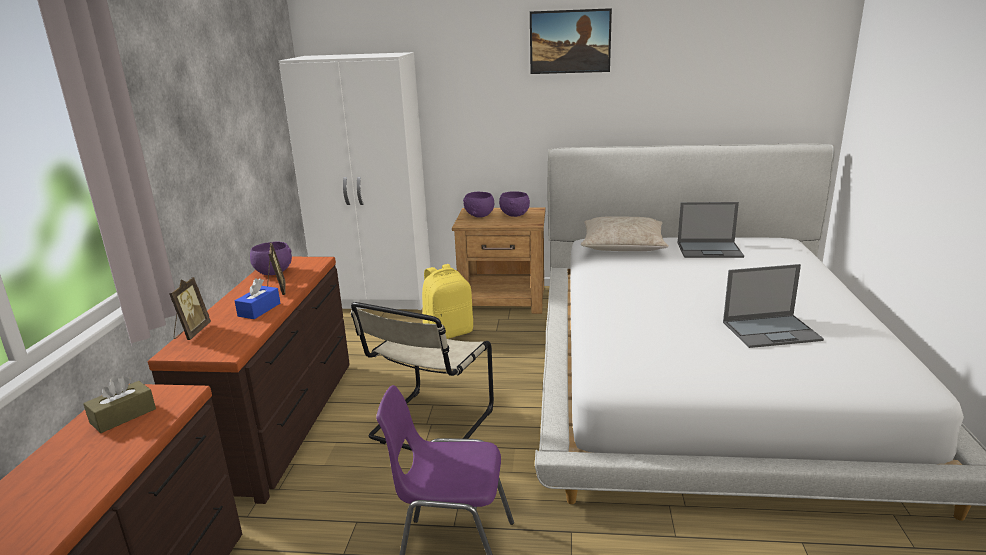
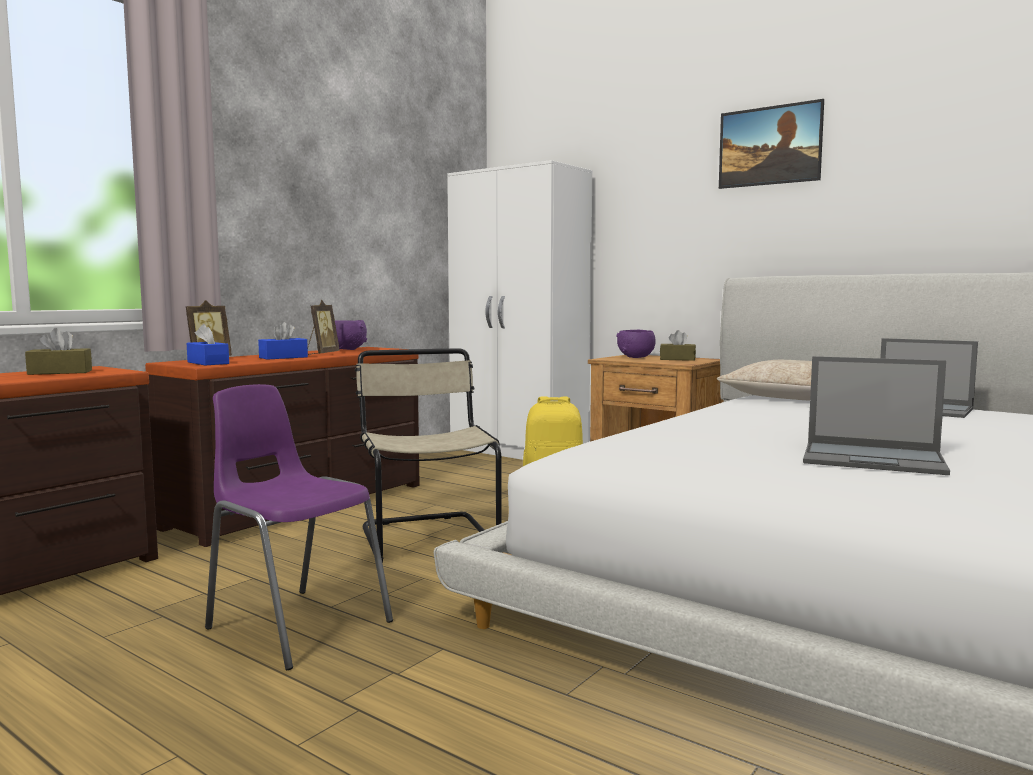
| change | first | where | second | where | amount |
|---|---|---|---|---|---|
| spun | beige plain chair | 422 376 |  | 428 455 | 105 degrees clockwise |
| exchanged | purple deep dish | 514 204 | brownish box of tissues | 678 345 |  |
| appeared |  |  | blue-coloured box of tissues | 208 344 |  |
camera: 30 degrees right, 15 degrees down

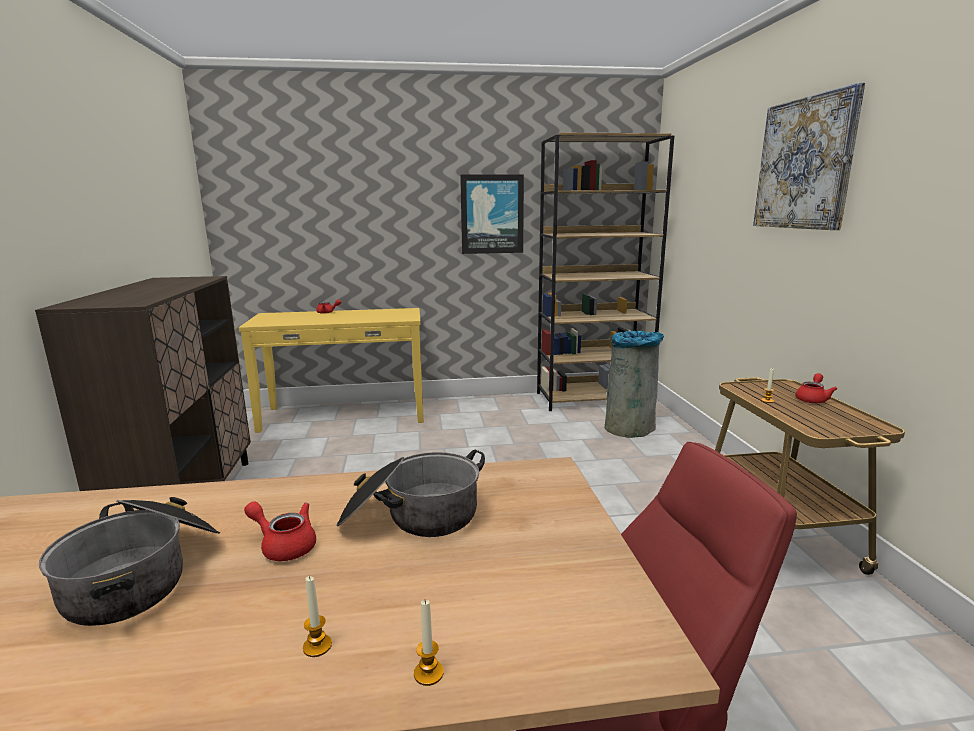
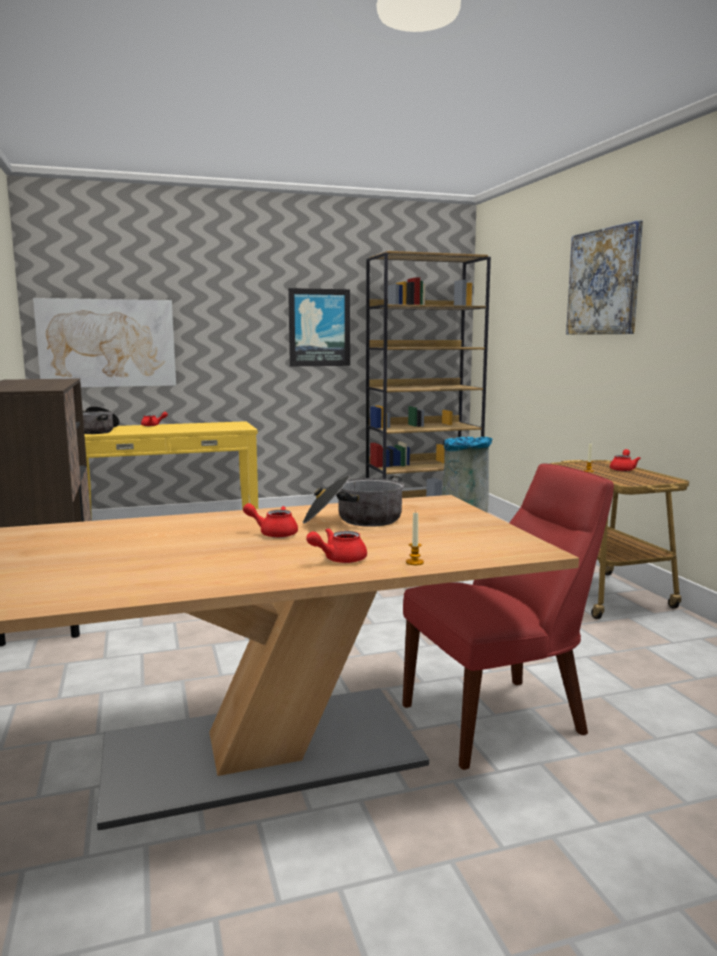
| change | first | where | second | where | amount |
|---|---|---|---|---|---|
| relocated | saucepot | 129 561 |  | 101 420 |  |
| exchanged | candle | 317 616 | red teapot | 336 545 |  |
| appeared |  |  | wall picture | 104 342 |  |
camera: 10 degrees left, 5 degrees down

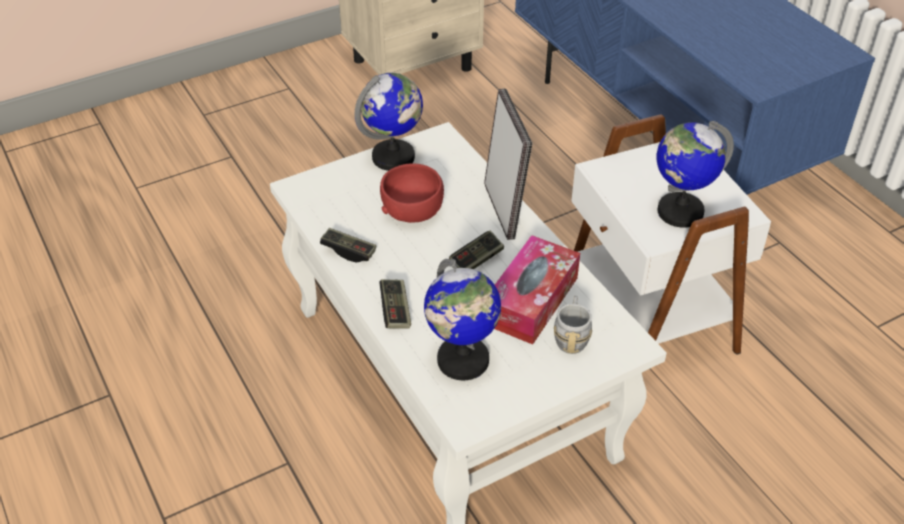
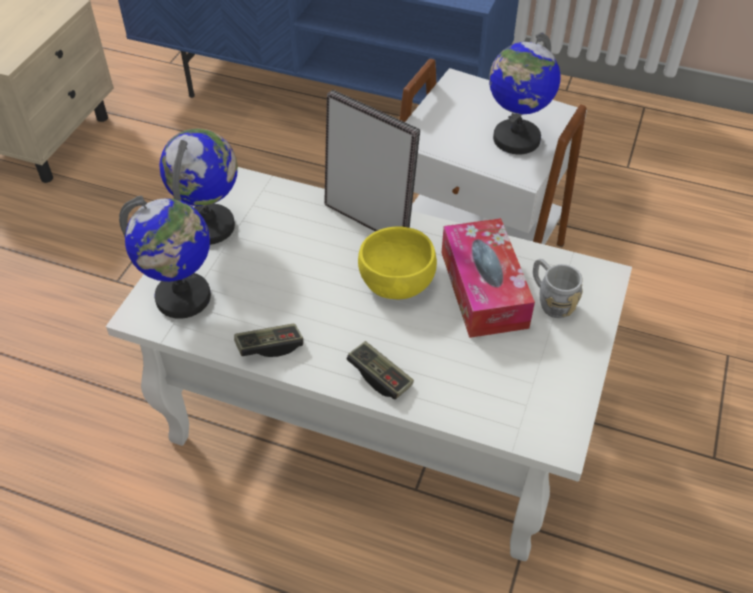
| change | first | where | second | where | amount |
|---|---|---|---|---|---|
| missing | red deep dish | 412 193 |  |  |  |
| relocated | desk globe | 462 319 |  | 165 257 |  |
| exchanged | game controller | 476 250 | yellow deep dish | 397 262 |  |
camera: 40 degrees left, 5 degrees up

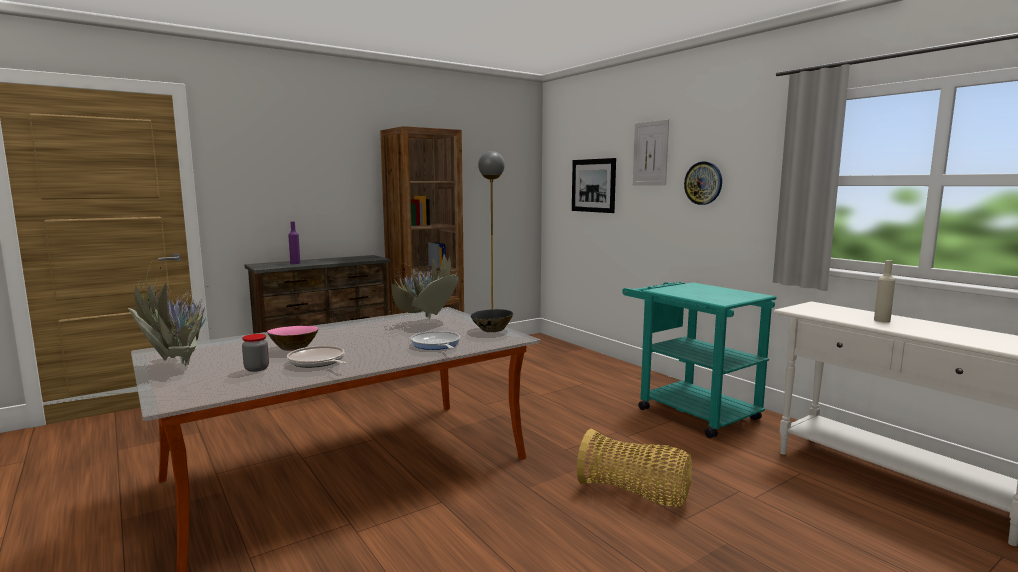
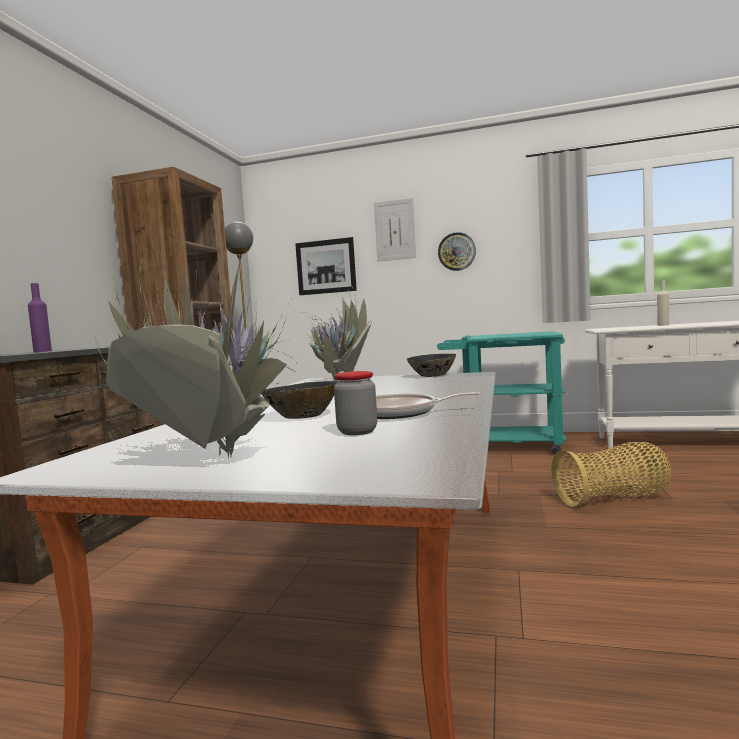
| change | first | where | second | where | amount |
|---|---|---|---|---|---|
| colour | pink-coloured deep dish | 293 338 | black deep dish | 299 400 |  |
| missing | pan | 435 340 |  |  |  |
camera: 40 degrees left, 5 degrees down

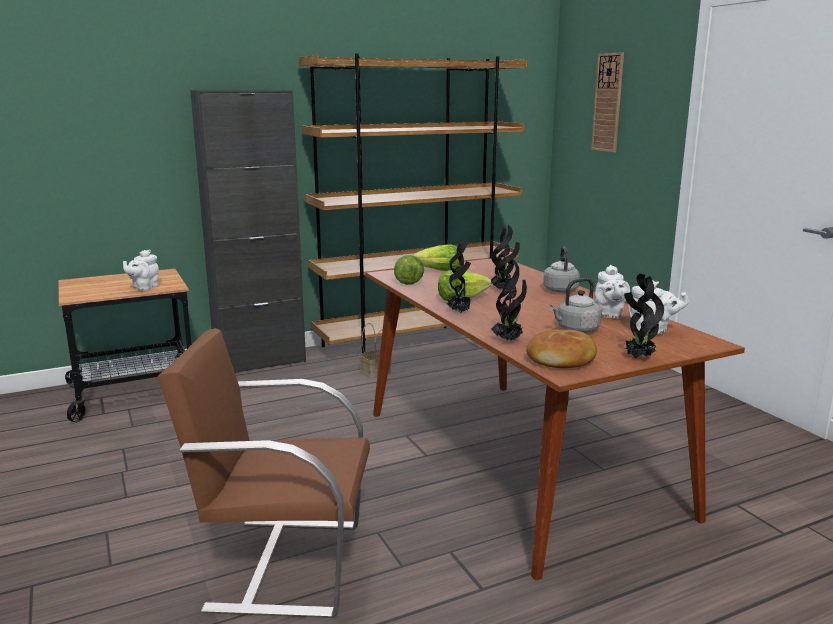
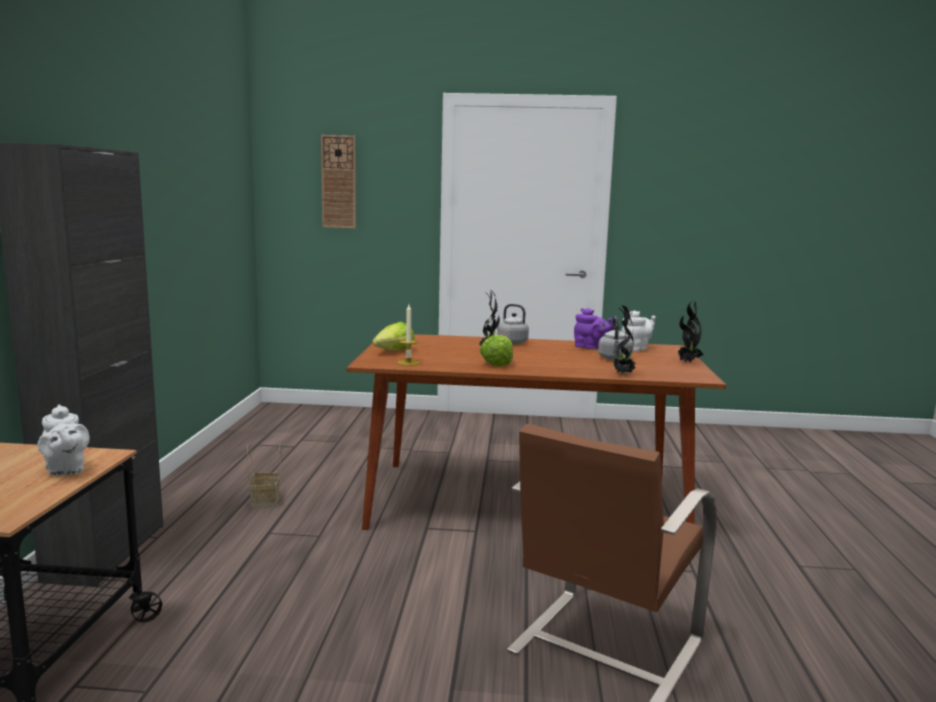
| change | first | where | second | where | amount |
|---|---|---|---|---|---|
| missing | brownish bookshelf | 413 203 |  |  |  |
| exchanged | lettuce head | 409 270 | candle | 408 335 |  |
| missing | houseplant | 460 277 |  |  |  |
| missing | baked bread | 561 348 |  |  |  |
| colour | white teapot | 612 292 | purple teapot | 593 328 |  |
camera: 60 degrees left, 5 degrees down

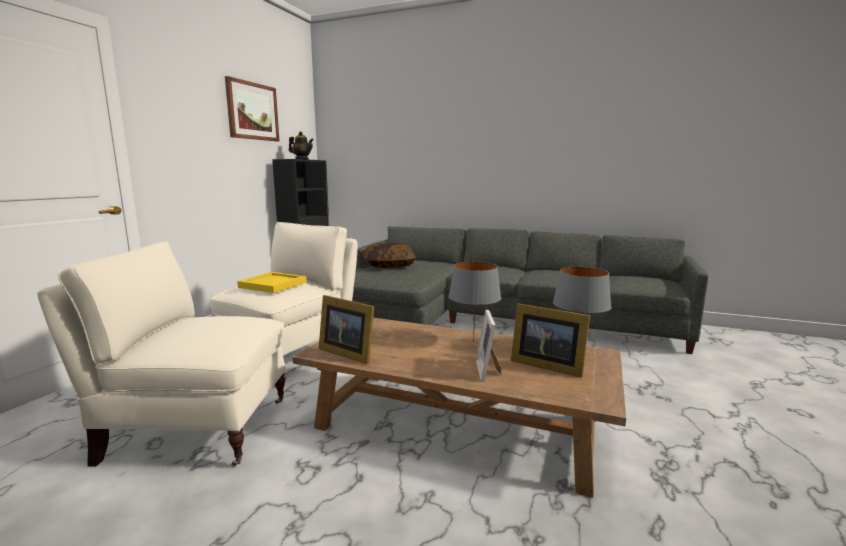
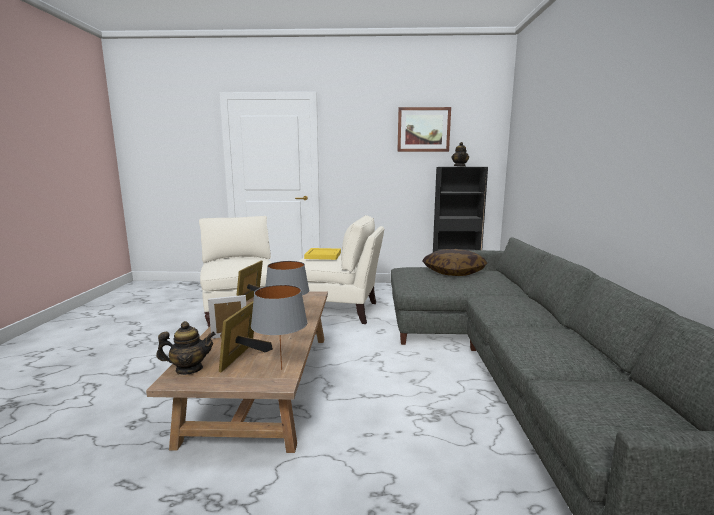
| change | first | where | second | where | amount |
|---|---|---|---|---|---|
| appeared |  |  | teapot | 186 348 |  |
camera: 70 degrees right, 0 degrees up

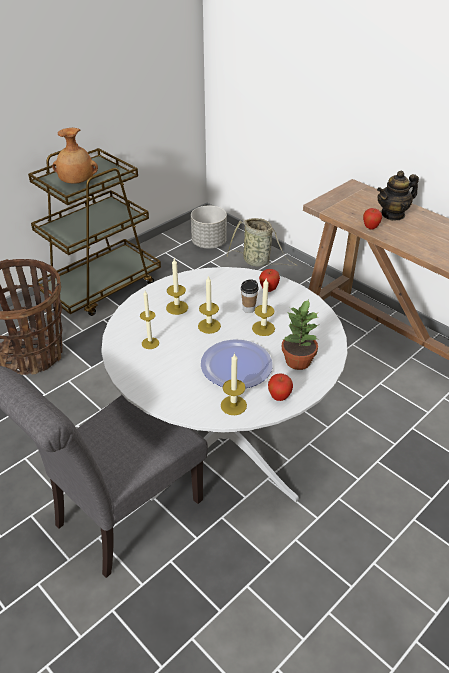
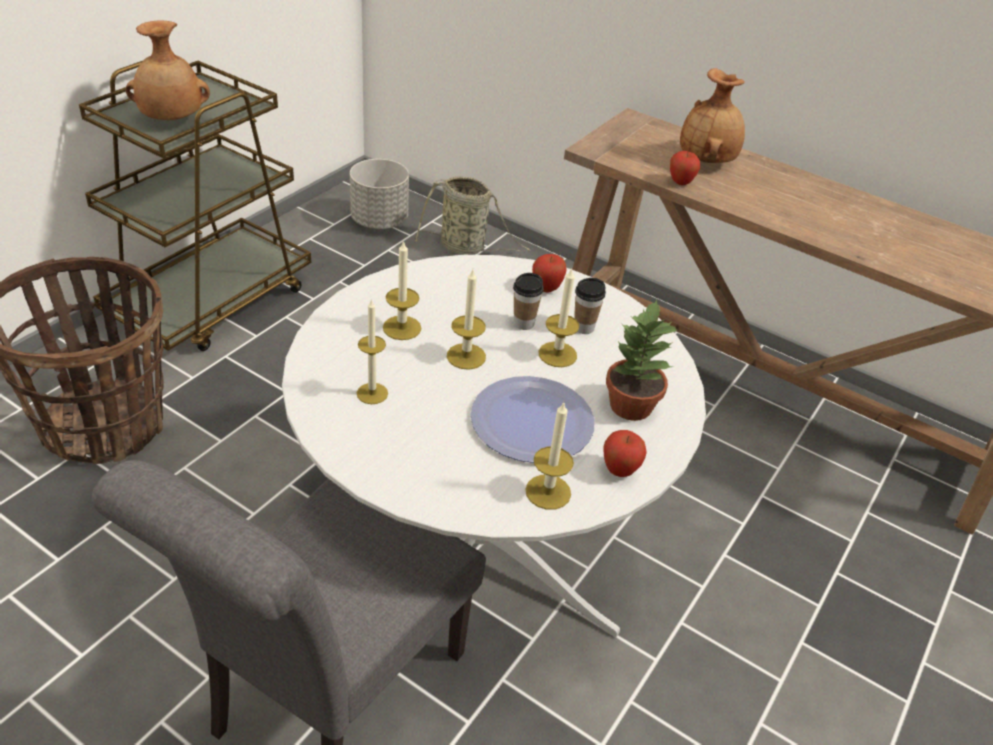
| change | first | where | second | where | amount |
|---|---|---|---|---|---|
| exchanged | teapot | 398 196 | brownish flower vase | 712 115 |  |
| appeared |  |  | small cup | 590 306 |  |
camera: 15 degrees left, 0 degrees up

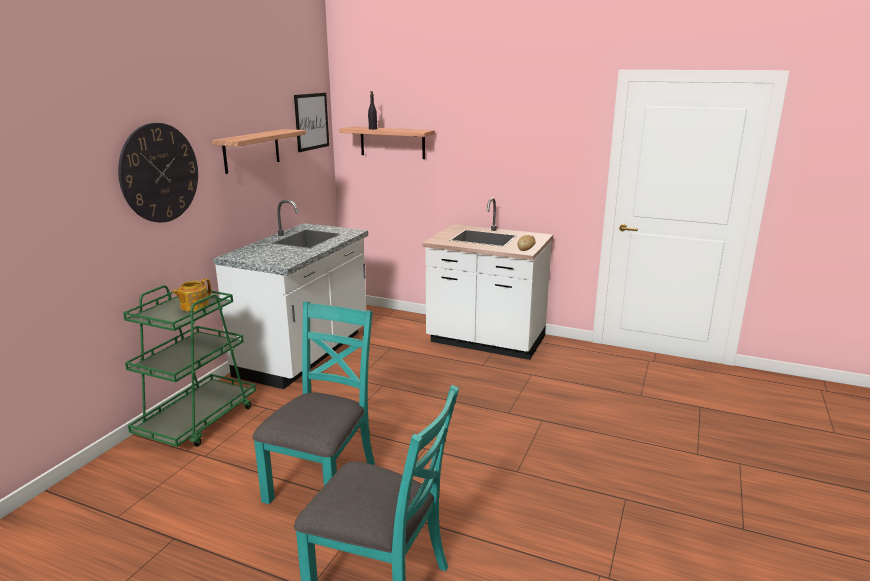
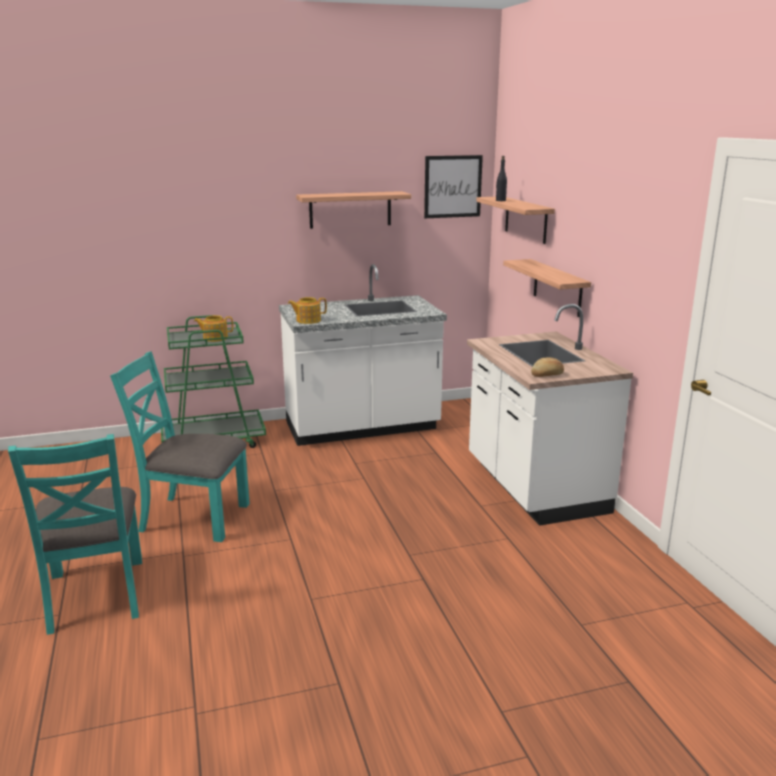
| change | first | where | second | where | amount |
|---|---|---|---|---|---|
| missing | clock on the wall | 158 173 |  |  |  |
| spun | blue-green plain chair | 313 402 |  | 180 446 | 150 degrees counterclockwise |
| appeared |  |  | teapot | 307 310 |  |
| appeared |  |  | wall shelf | 547 288 |  |
camera: 50 degrees right, 0 degrees up

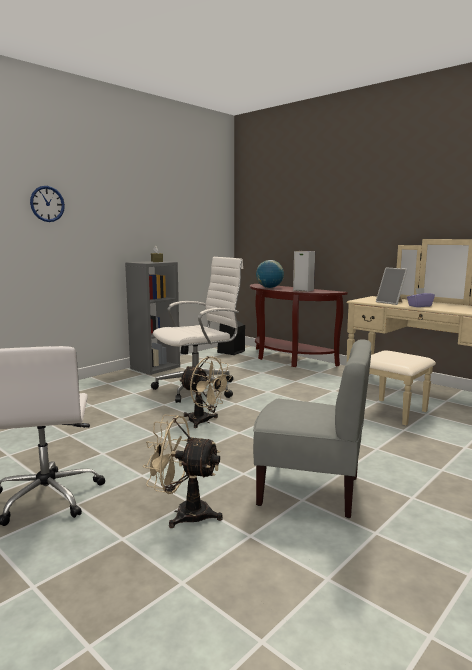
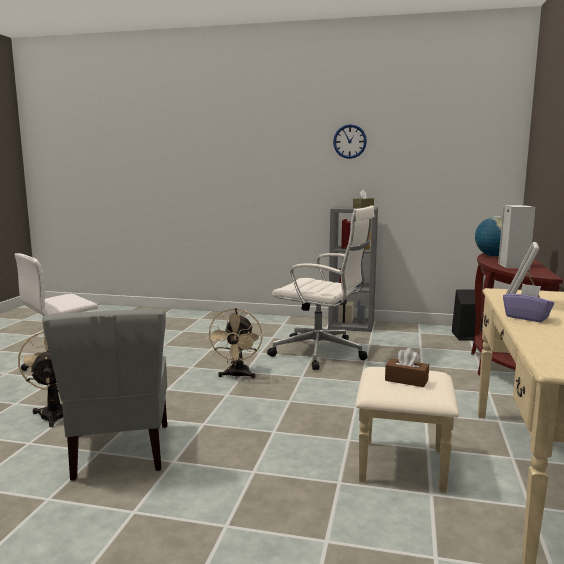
| change | first | where | second | where | amount |
|---|---|---|---|---|---|
| relocated | clock on the wall | 47 204 |  | 350 141 |  |
| appeared |  |  | brownish box of tissues | 407 367 |  |
camera: 60 degrees right, 0 degrees up

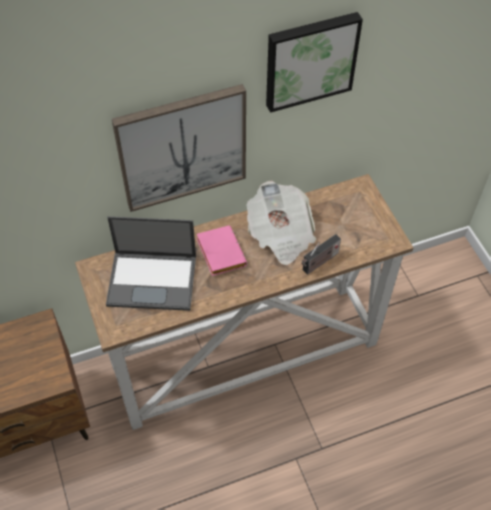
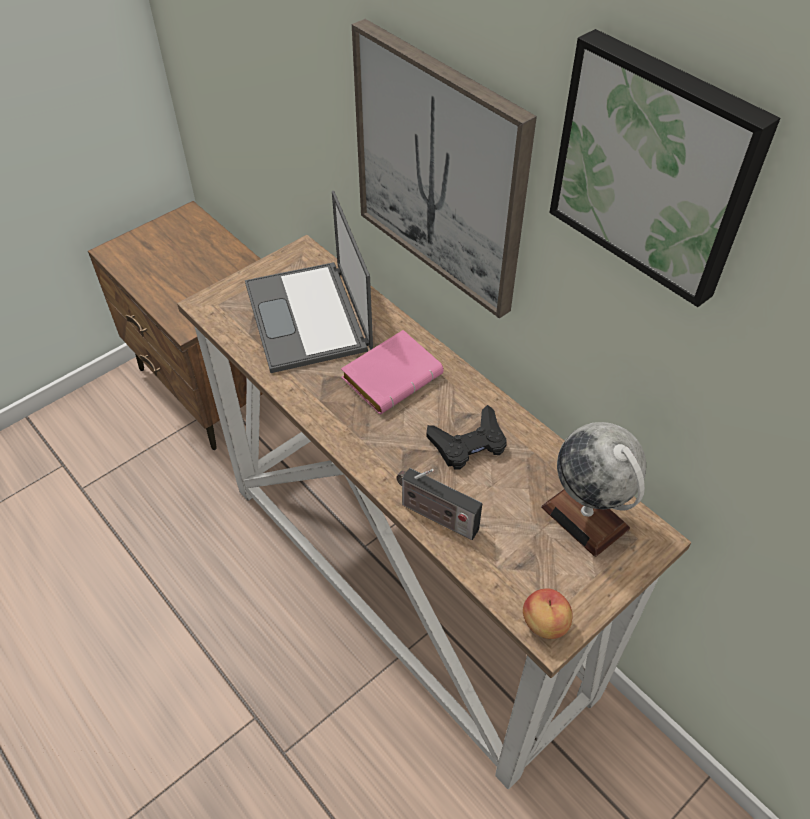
| change | first | where | second | where | amount |
|---|---|---|---|---|---|
| exchanged | printed paper | 281 223 | black game controller | 466 437 |  |
| appeared |  |  | whole apple | 548 614 |  |
| appeared |  |  | desk globe | 593 489 |  |
camera: 70 degrees right, 5 degrees down

